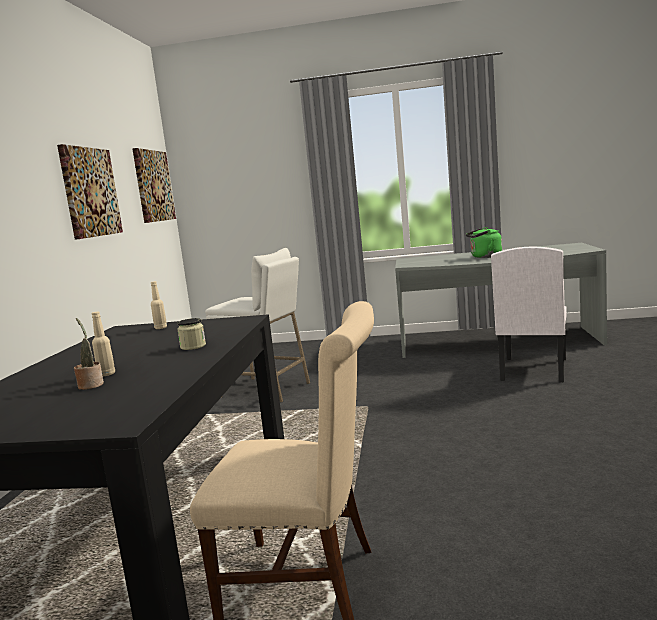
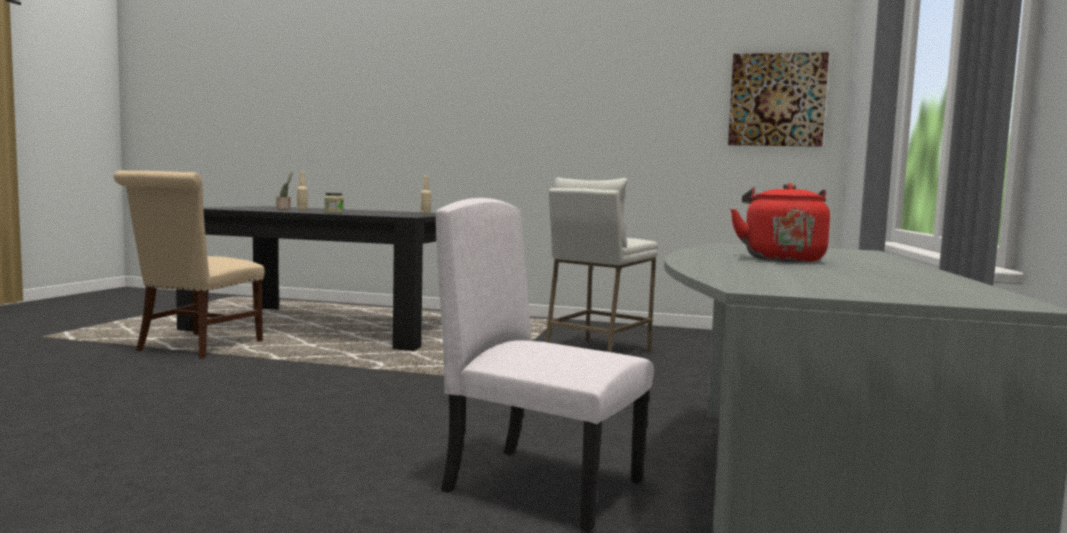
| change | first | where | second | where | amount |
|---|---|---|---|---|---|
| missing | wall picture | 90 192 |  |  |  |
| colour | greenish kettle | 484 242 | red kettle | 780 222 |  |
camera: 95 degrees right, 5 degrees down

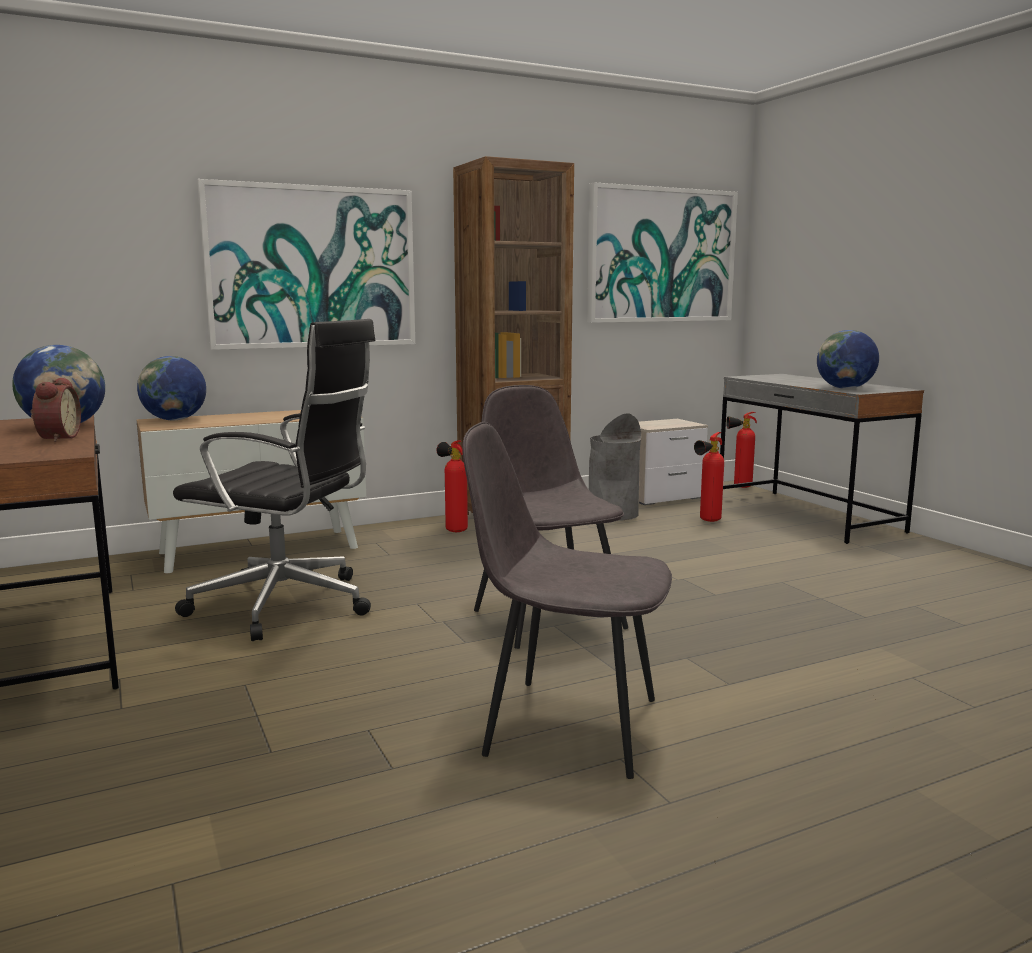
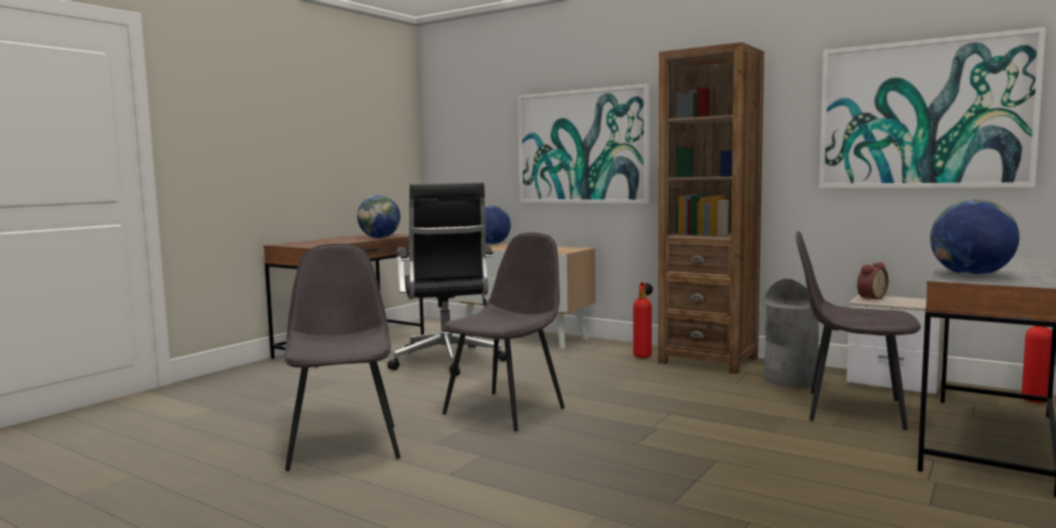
| change | first | where | second | where | amount |
|---|---|---|---|---|---|
| relocated | table clock | 55 410 |  | 872 281 |  |
| exchanged | fire-fighting cylinder | 709 477 | gray plain chair | 858 330 |  |
camera: 60 degrees right, 5 degrees down

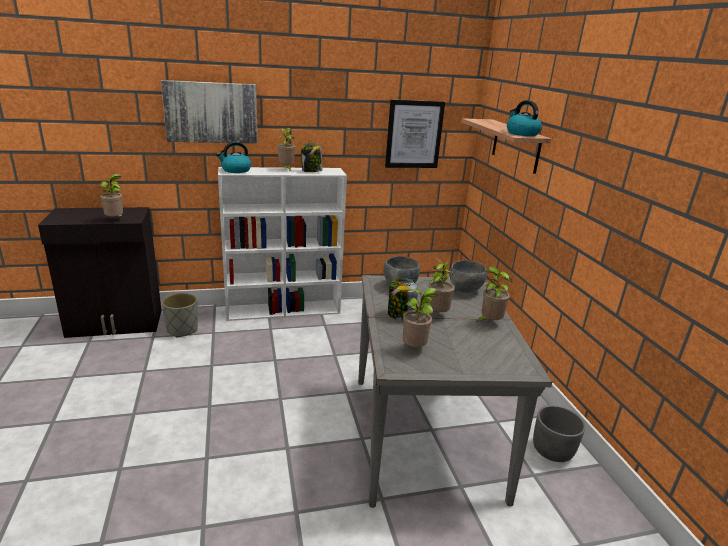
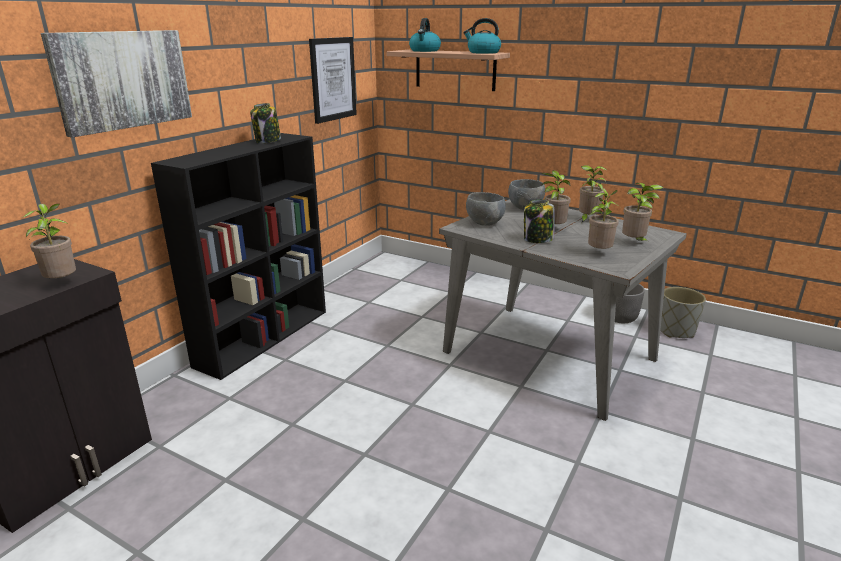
| change | first | where | second | where | amount |
|---|---|---|---|---|---|
| relocated | gray flower pot | 180 315 |  | 683 312 |  |
| relocated | kettle | 234 157 |  | 425 35 |  |
| colour | white bookshelf | 282 244 | black bookshelf | 238 256 |  |
| relocated | houseplant | 286 149 |  | 642 213 |  |
camera: 45 degrees left, 0 degrees up

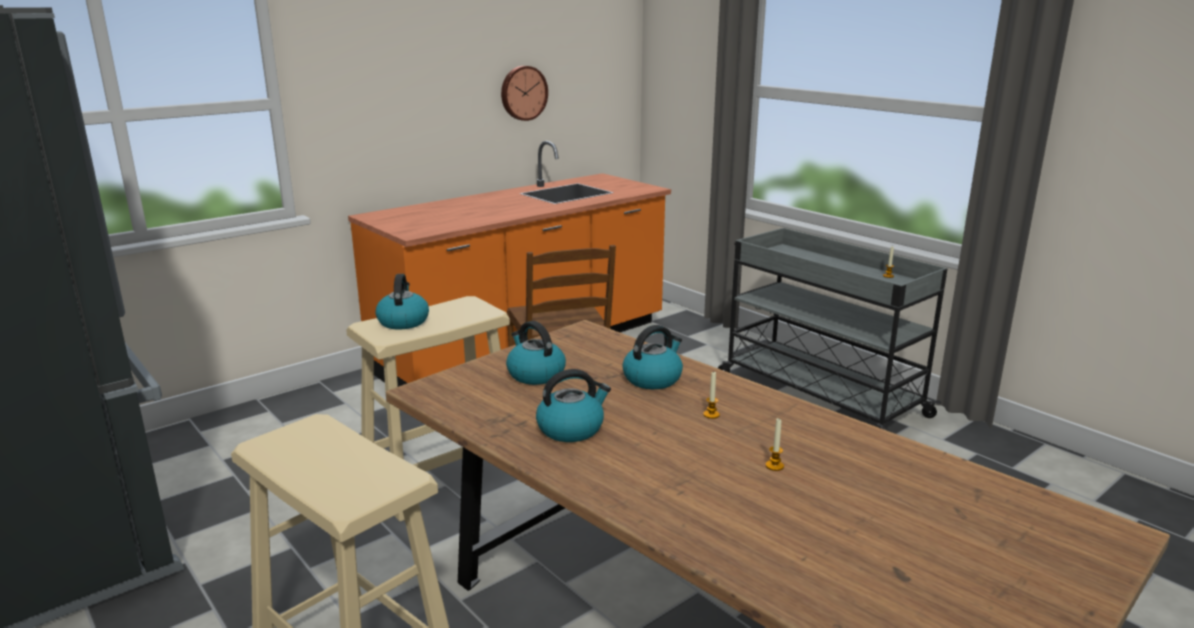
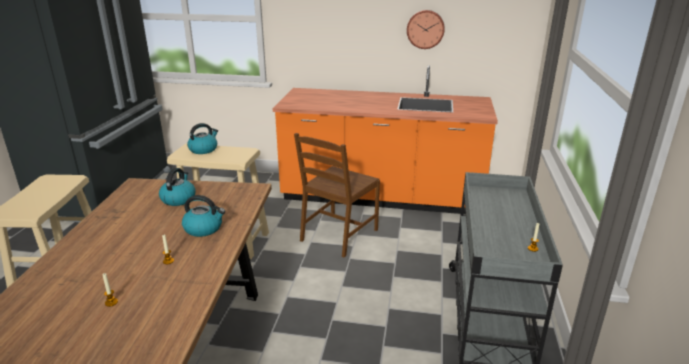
| change | first | where | second | where | amount |
|---|---|---|---|---|---|
| missing | kettle | 573 405 |  |  |  |
camera: 50 degrees right, 5 degrees up

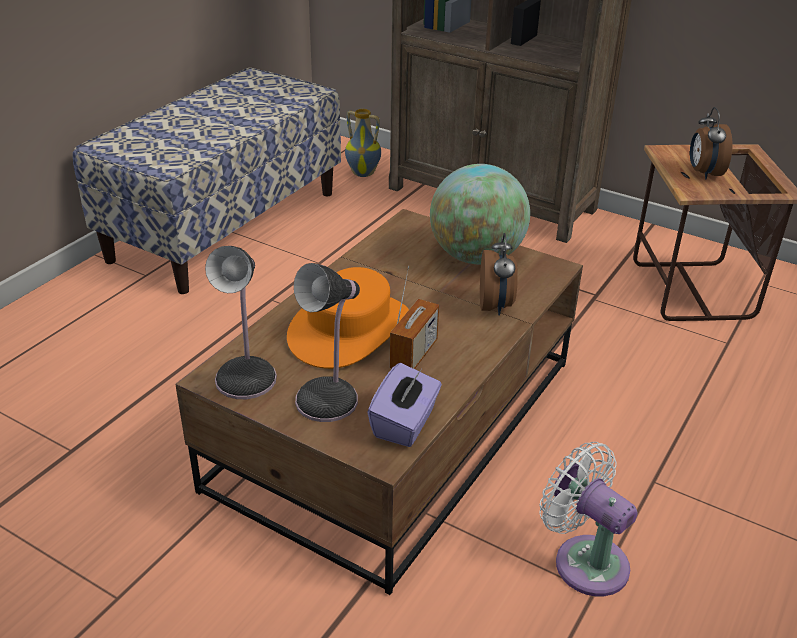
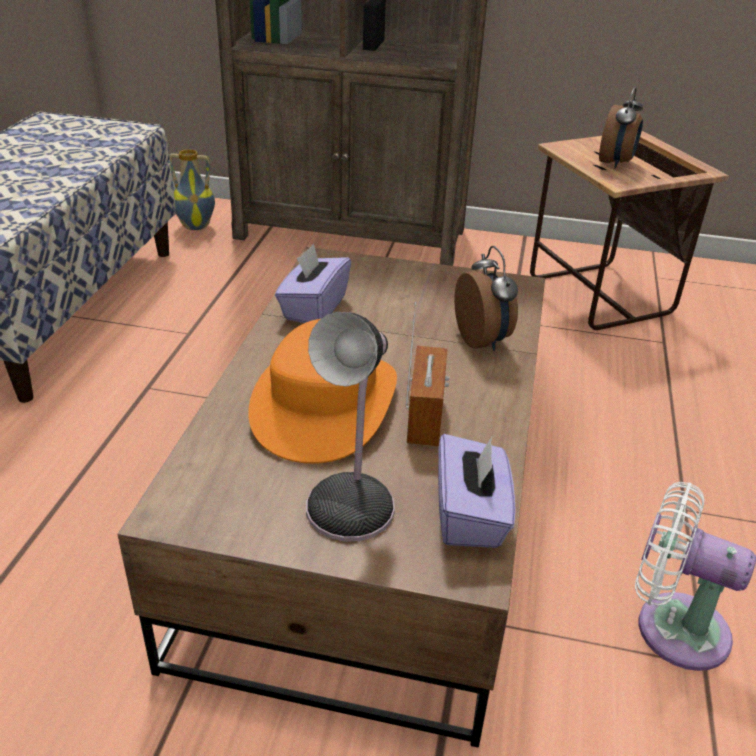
| change | first | where | second | where | amount |
|---|---|---|---|---|---|
| missing | tabletop lamp | 241 322 |  |  |  |
| missing | desk globe | 480 214 |  |  |  |
| spun | table clock | 711 143 |  | 621 128 | 135 degrees counterclockwise |
| appeared |  |  | purple box of tissues | 313 283 |  |
camera: 20 degrees left, 0 degrees up

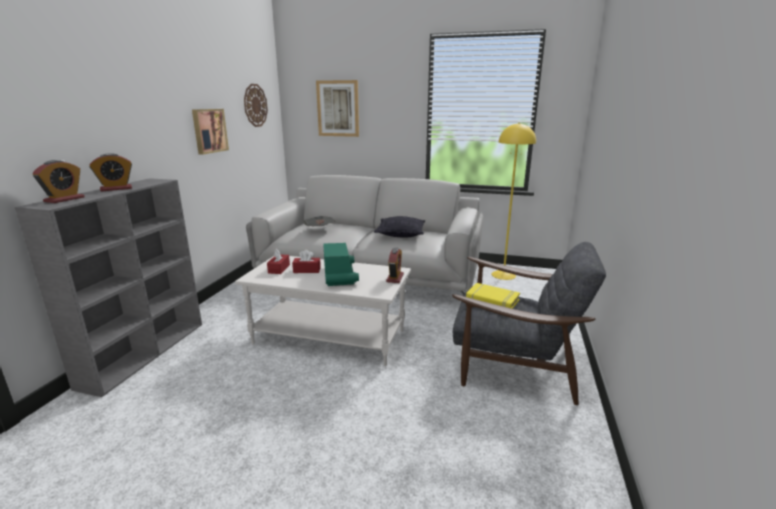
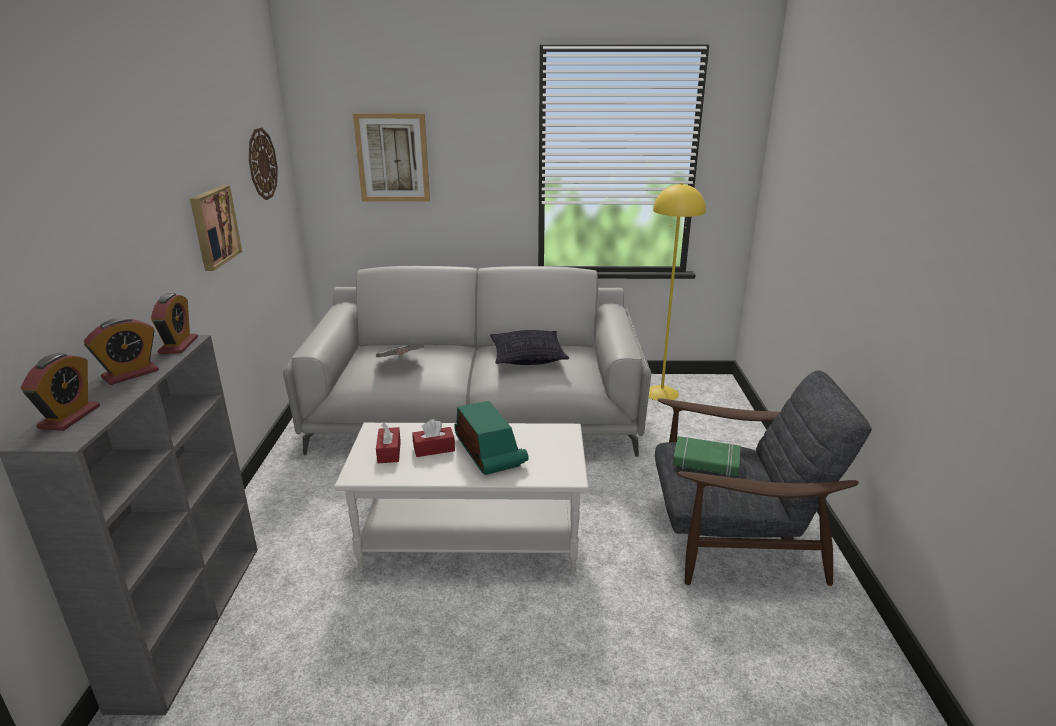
| change | first | where | second | where | amount |
|---|---|---|---|---|---|
| relocated | table clock | 395 265 |  | 174 323 |  |
| colour | yellow book | 493 296 | greenish book | 707 456 |  |
camera: 15 degrees left, 5 degrees up

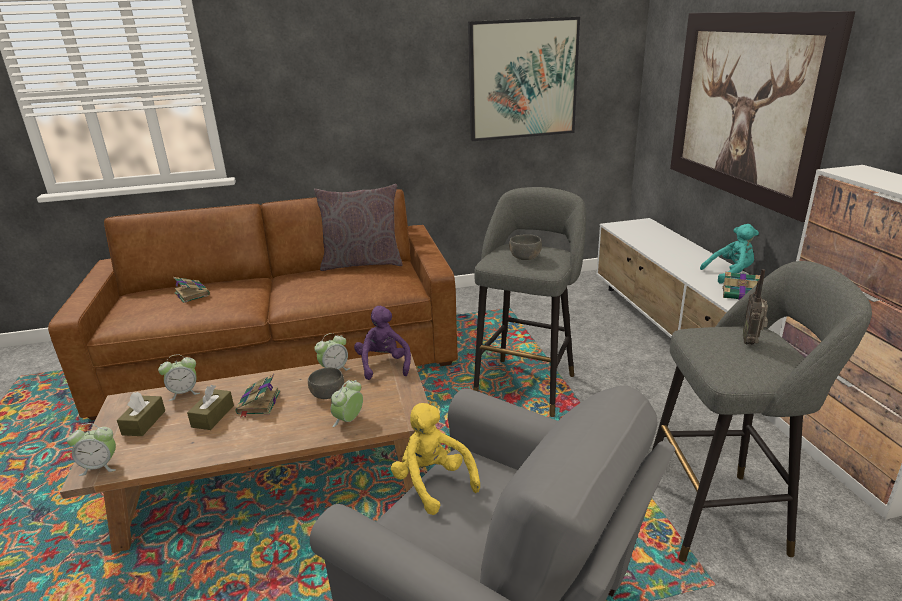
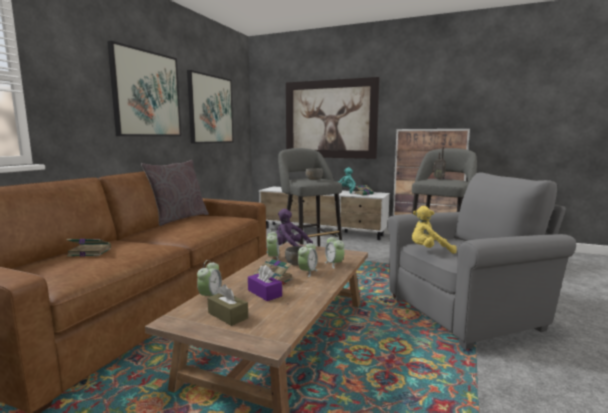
| change | first | where | second | where | amount |
|---|---|---|---|---|---|
| relocated | table clock | 91 449 |  | 308 259 |  |
| colour | brownish box of tissues | 210 407 | purple box of tissues | 265 283 |  |
| appeared |  |  | wall picture | 144 88 |  |
camera: 55 degrees left, 15 degrees down

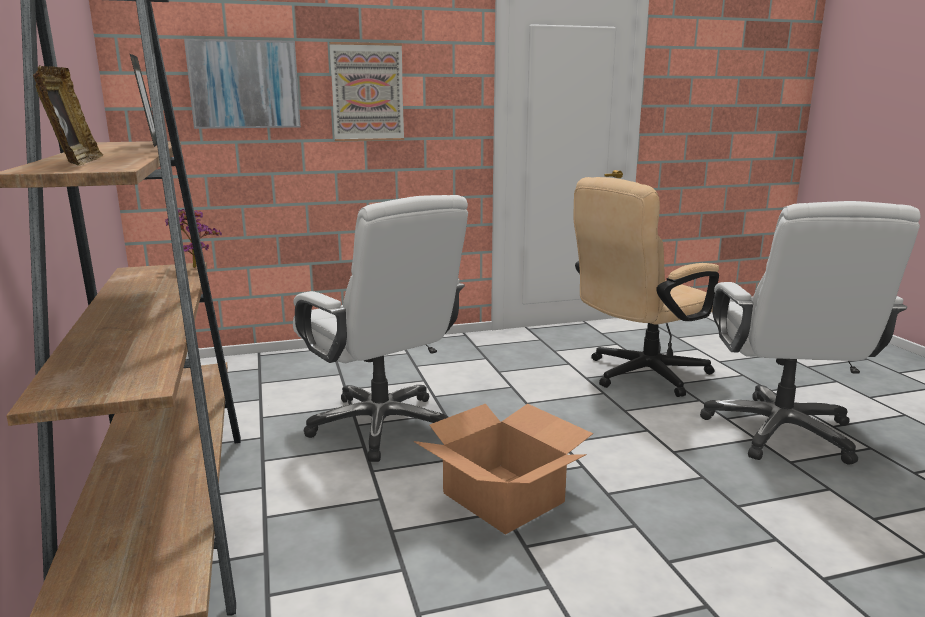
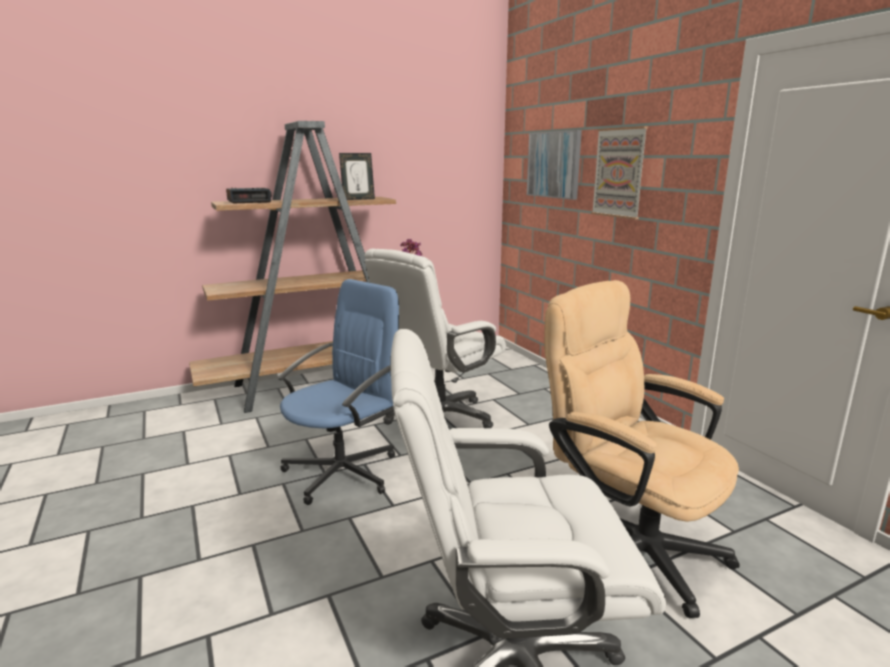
| change | first | where | second | where | amount |
|---|---|---|---|---|---|
| exchanged | photo frame | 68 115 | table clock | 249 196 |  |
| exchanged | carton | 503 469 | blue-coloured desk chair | 338 392 |  |
camera: 80 degrees right, 0 degrees up

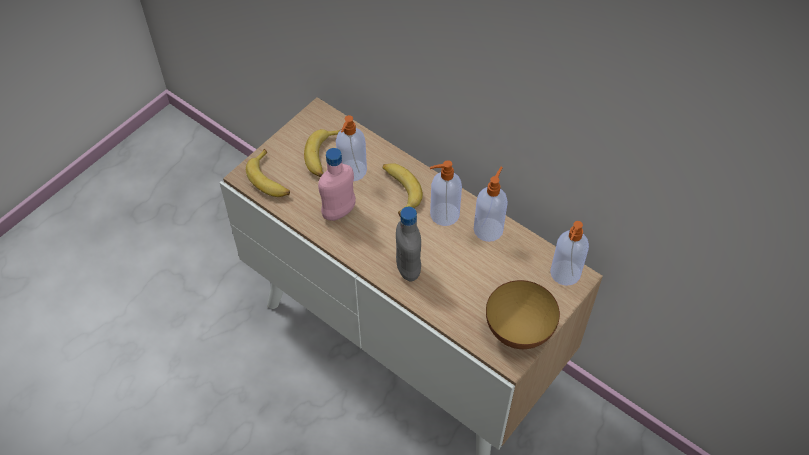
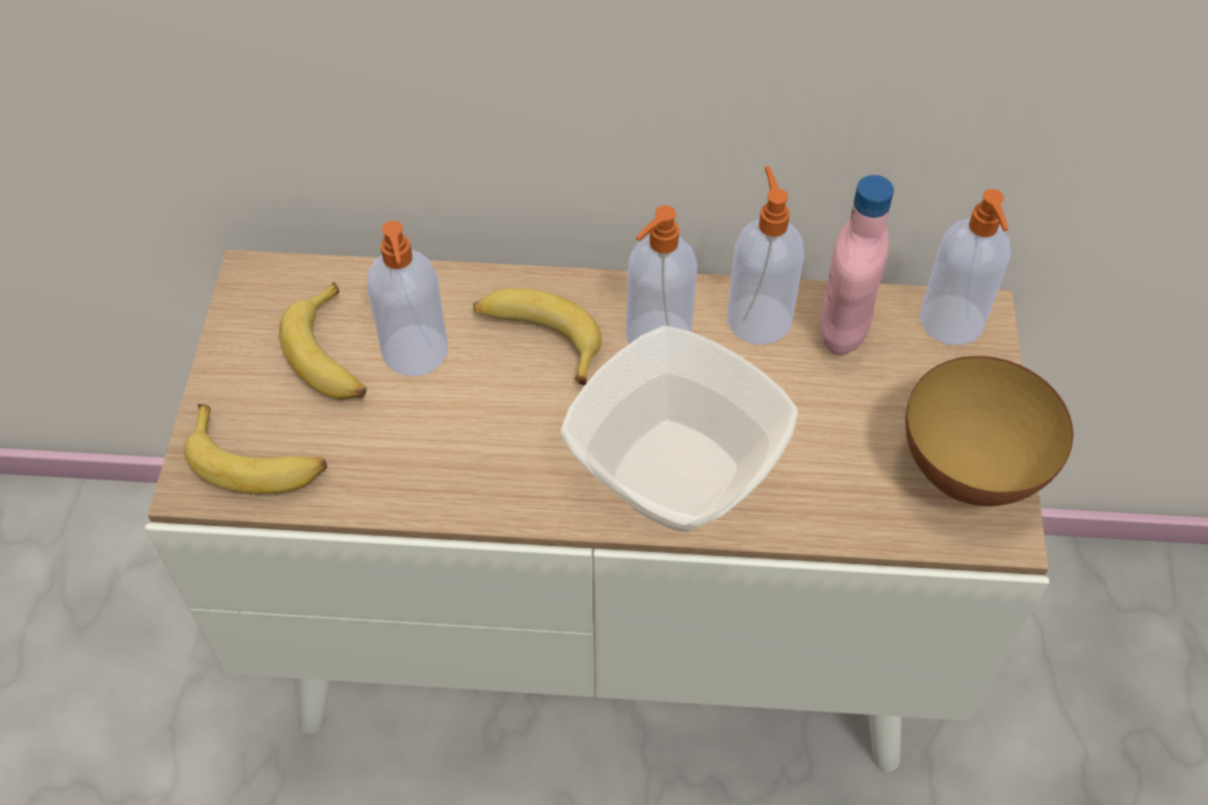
| change | first | where | second | where | amount |
|---|---|---|---|---|---|
| relocated | pink-coloured drink bottle | 337 184 |  | 857 265 |  |
| exchanged | gray drink bottle | 408 244 | deep dish | 679 429 |  |
camera: 35 degrees left, 0 degrees up

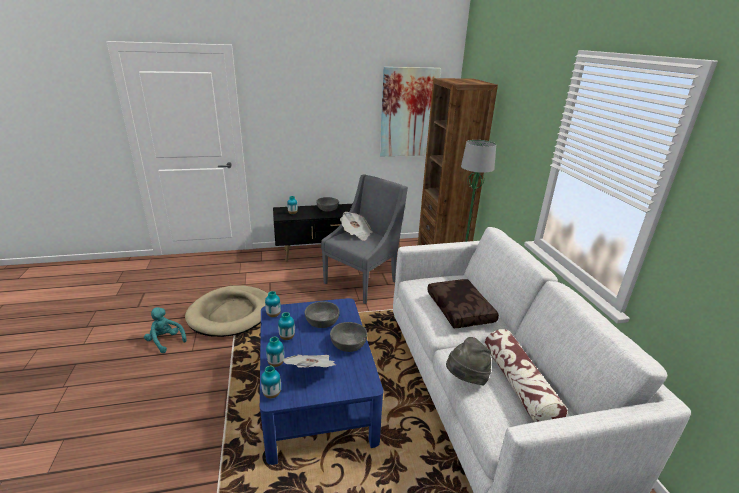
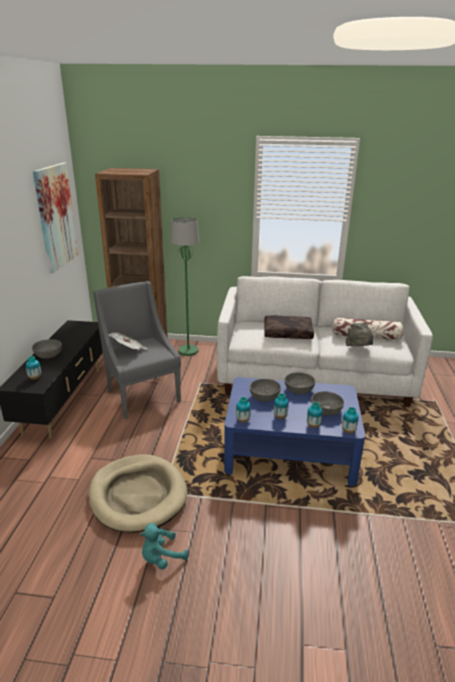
| change | first | where | second | where | amount |
|---|---|---|---|---|---|
| exchanged | printed paper | 309 361 | gray deep dish | 327 403 |  |
camera: 70 degrees left, 0 degrees up

